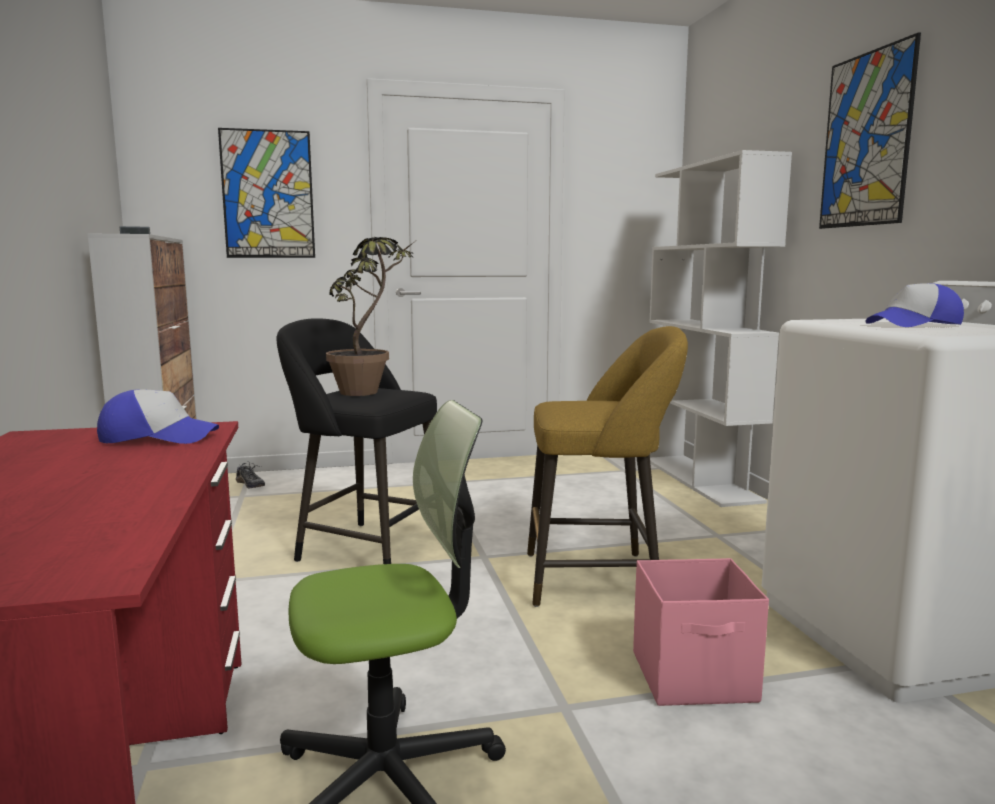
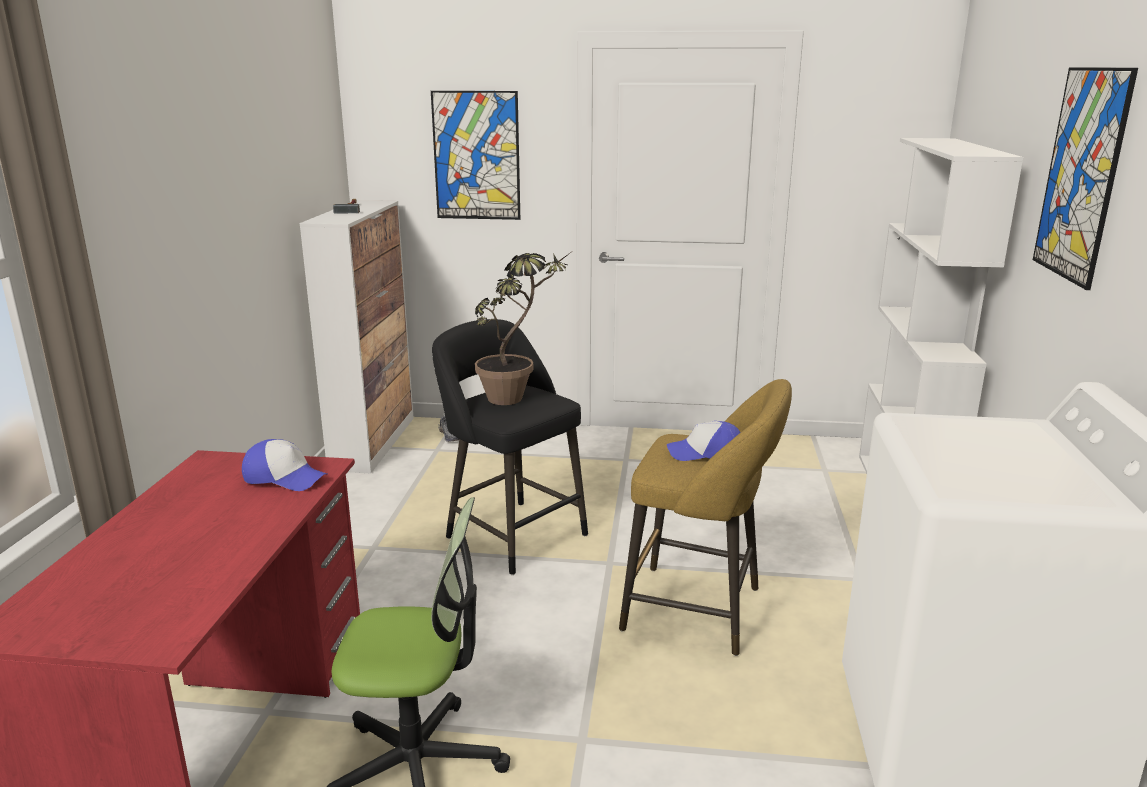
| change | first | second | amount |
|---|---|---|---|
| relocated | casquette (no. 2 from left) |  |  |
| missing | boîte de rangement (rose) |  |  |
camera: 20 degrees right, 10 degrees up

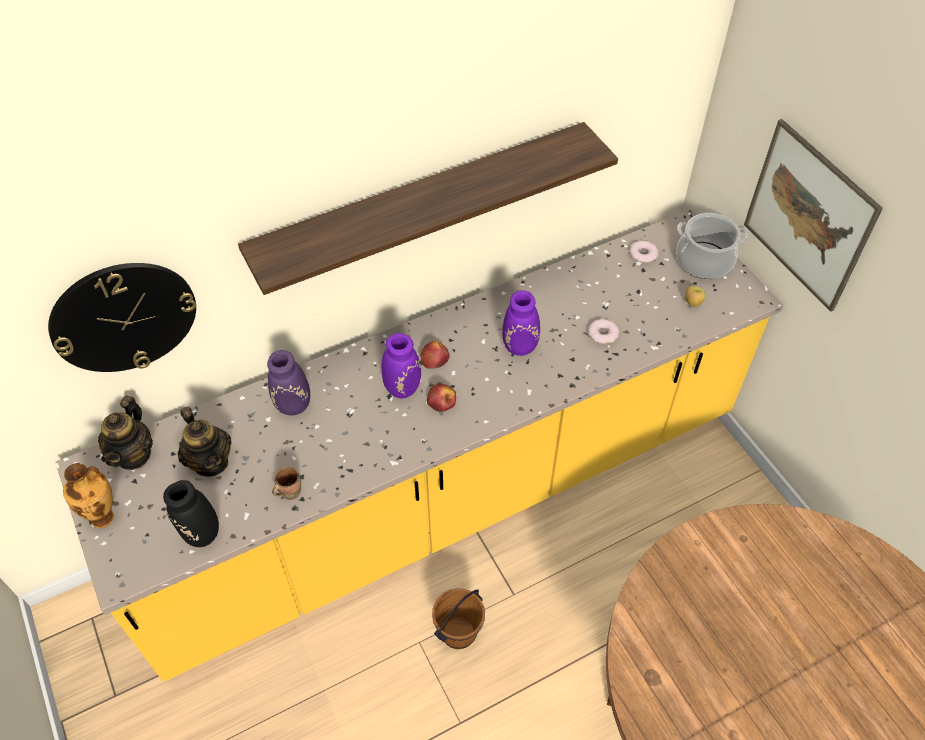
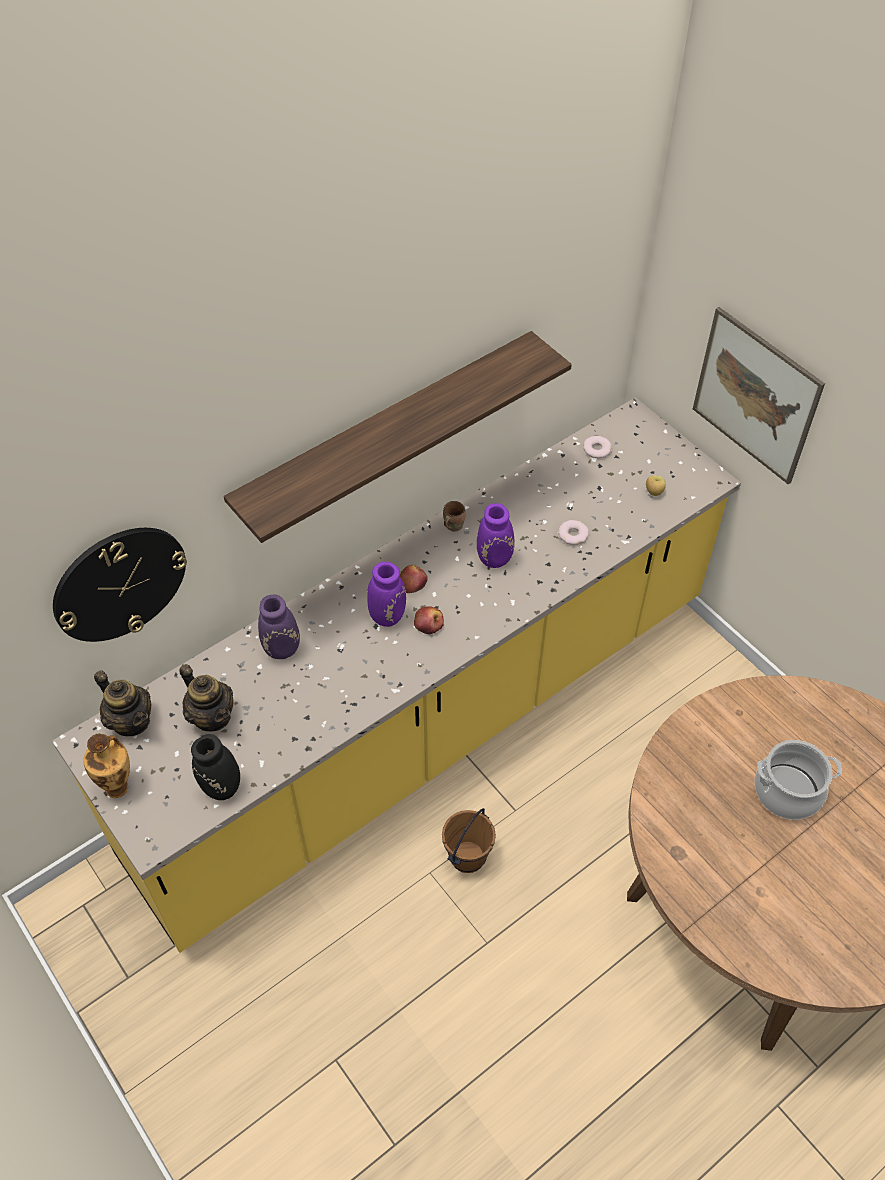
| change | first | second | amount |
|---|---|---|---|
| relocated | marmite |  |  |
| spun | théière (no. 1 from left) |  | 45 degrees counterclockwise |
| relocated | mug (marron) |  |  |
camera: 10 degrees left, 0 degrees up

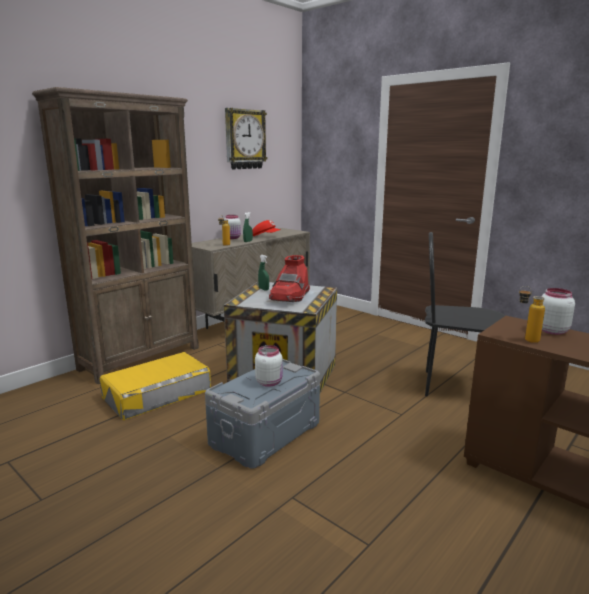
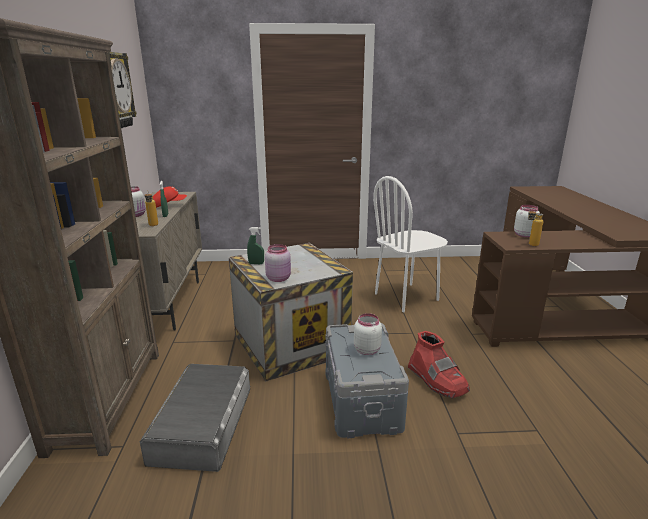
| change | first | second | amount |
|---|---|---|---|
| colour | chaise (noir) | chaise (blanc) |  |
| relocated | botte (rouge) |  |  |
| colour | boîte de rangement (jaune) | boîte de rangement (gris) (no. 1 from left) |  |
| appeared |  | bocal (rose) |  |
camera: 45 degrees left, 5 degrees up

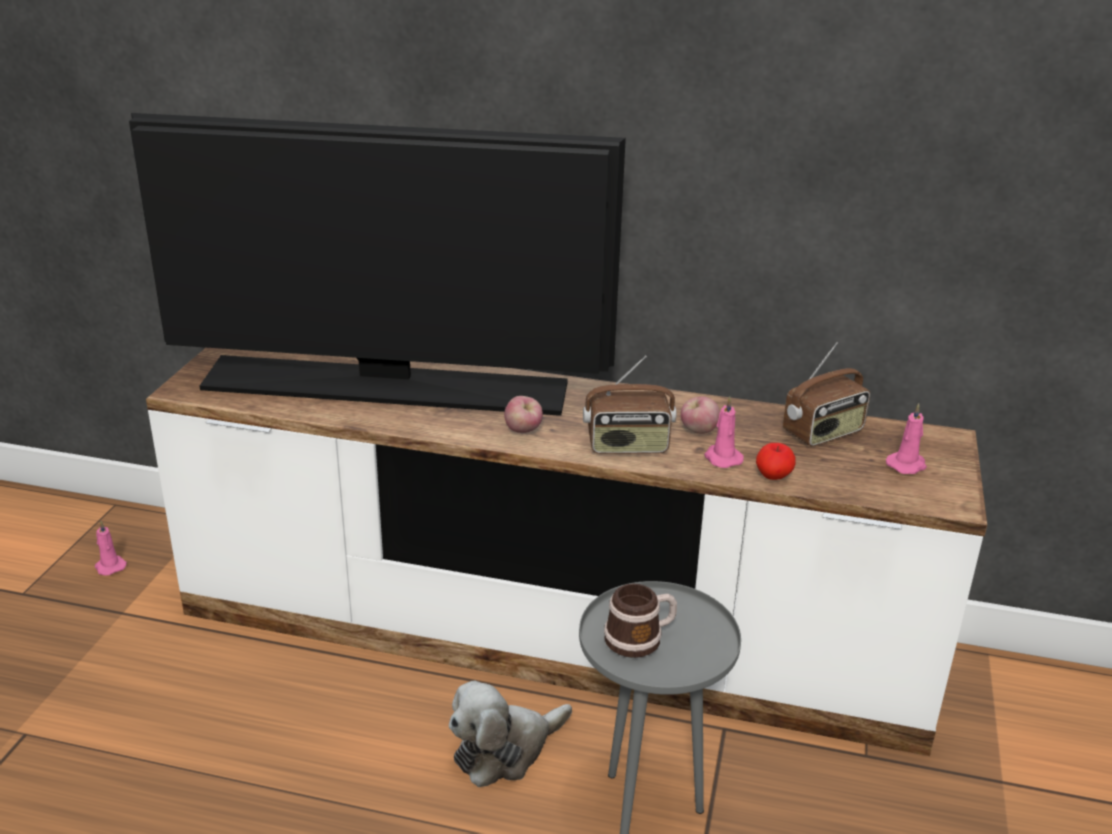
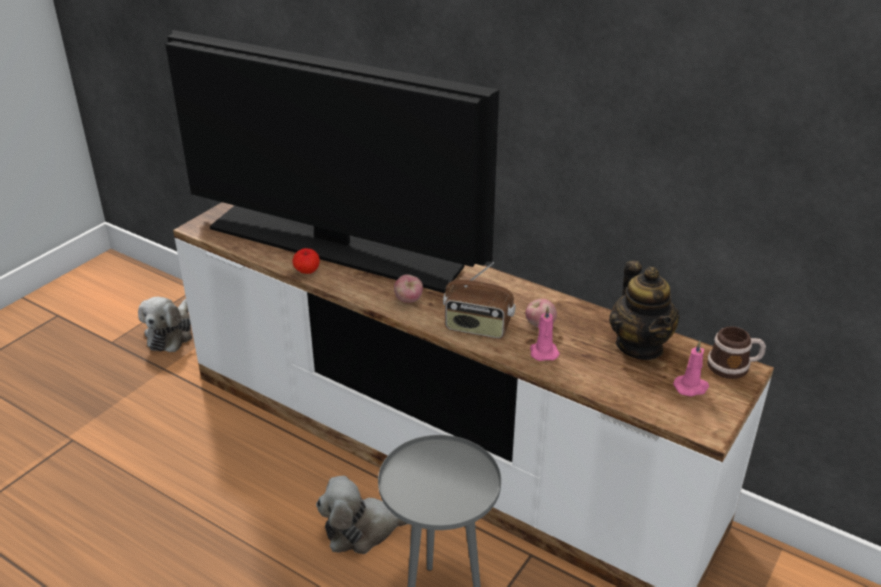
| change | first | second | amount |
|---|---|---|---|
| exchanged | radio (no. 2 from left) | théière |  |
| relocated | pomme (no. 3 from left in the first image) | pomme (no. 1 from left) |  |
| exchanged | bougie (rose) (no. 1 from left) | peluche (no. 1 from left) |  |
| relocated | mug |  |  |
camera: 20 degrees right, 5 degrees up

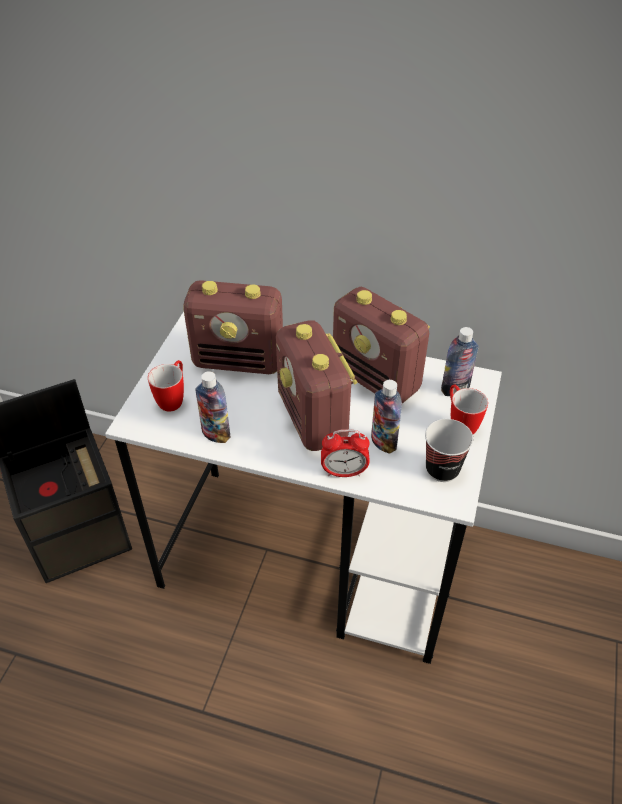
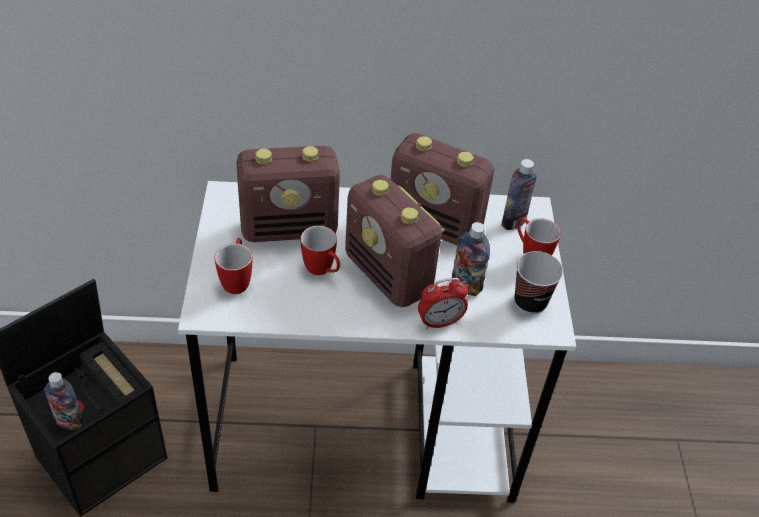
| change | first | second | amount |
|---|---|---|---|
| relocated | bouteille (no. 1 from left) |  |  |
| appeared |  | mug (no. 2 from left) |  |
camera: 20 degrees left, 0 degrees up

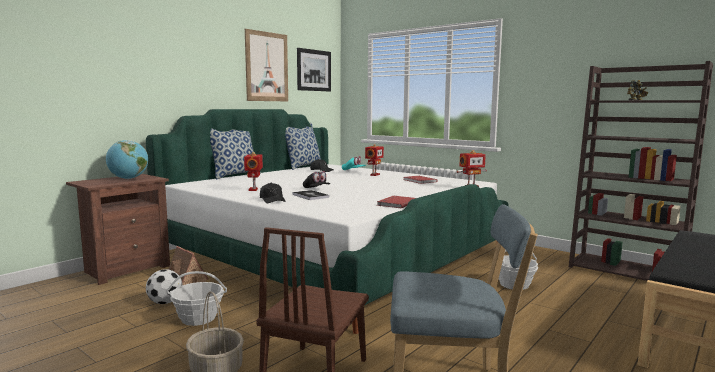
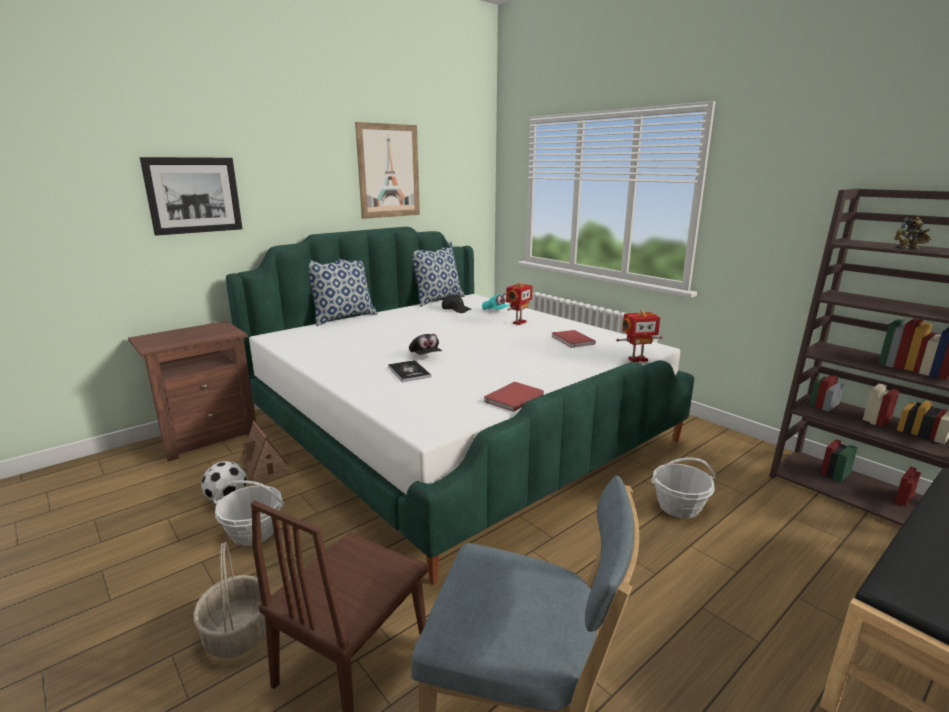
| change | first | second | amount |
|---|---|---|---|
| relocated | tableau (no. 2 from left in the first image) | tableau (no. 1 from left) |  |
| missing | globe |  |  |
| missing | robot jouet (no. 1 from left) |  |  |
| missing | casquette (noir) (no. 1 from left) |  |  |
camera: 10 degrees right, 10 degrees up

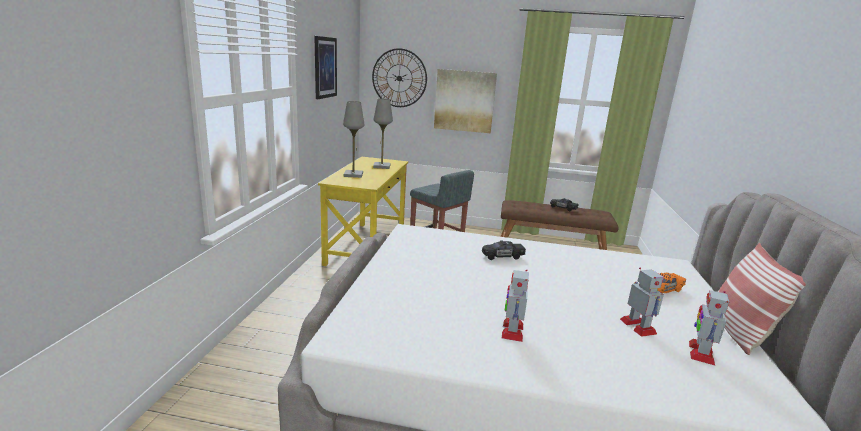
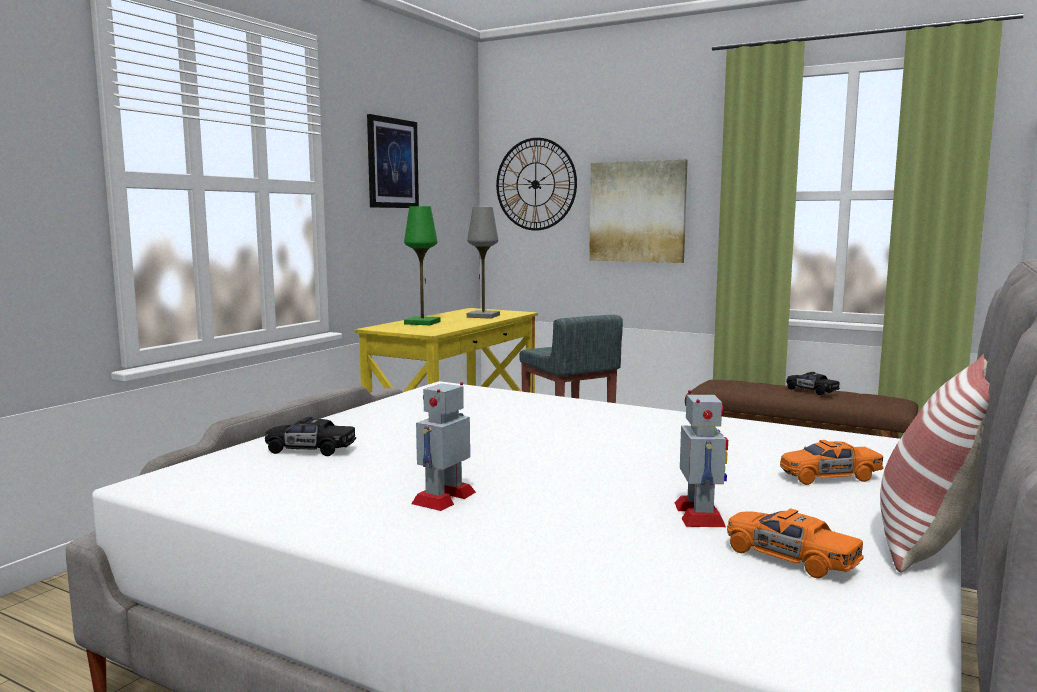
| change | first | second | amount |
|---|---|---|---|
| colour | lampe de table (gris) (no. 1 from left) | lampe de table (vert) |  |
| relocated | petite voiture (noir) (no. 1 from left) |  |  |
| exchanged | robot jouet (no. 3 from left) | petite voiture (orange) (no. 1 from left) |  |
camera: 20 degrees right, 10 degrees down

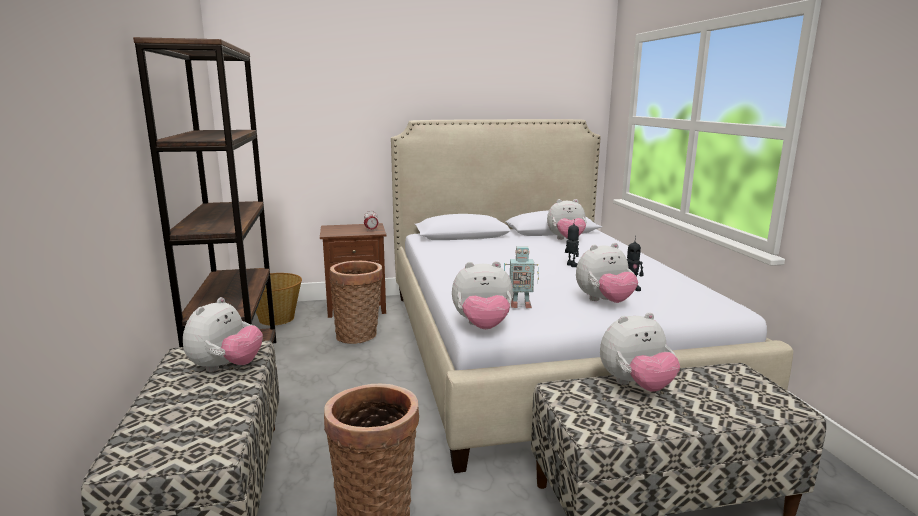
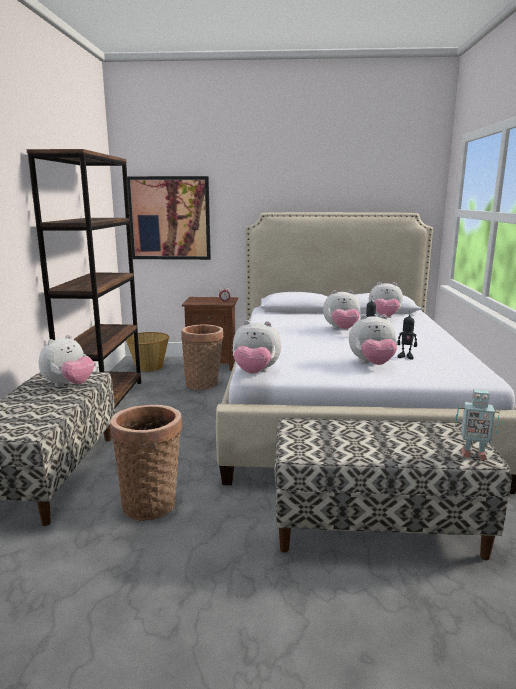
| change | first | second | amount |
|---|---|---|---|
| relocated | robot jouet (no. 1 from left in the first image) | robot jouet (no. 3 from left) |  |
| relocated | peluche (no. 5 from left in the first image) | peluche (no. 3 from left) |  |
| appeared |  | tableau |  |
camera: 15 degrees right, 0 degrees up

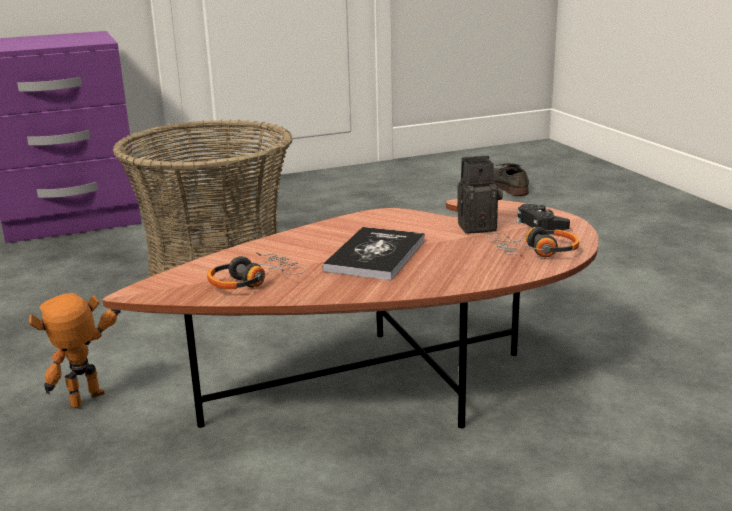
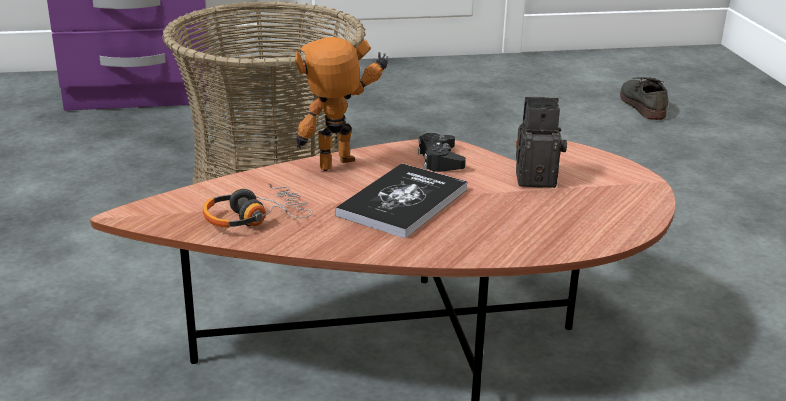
| change | first | second | amount |
|---|---|---|---|
| relocated | manette (noir) |  |  |
| missing | casque audio (no. 2 from left) |  |  |
| relocated | robot jouet |  |  |
camera: 10 degrees right, 5 degrees up

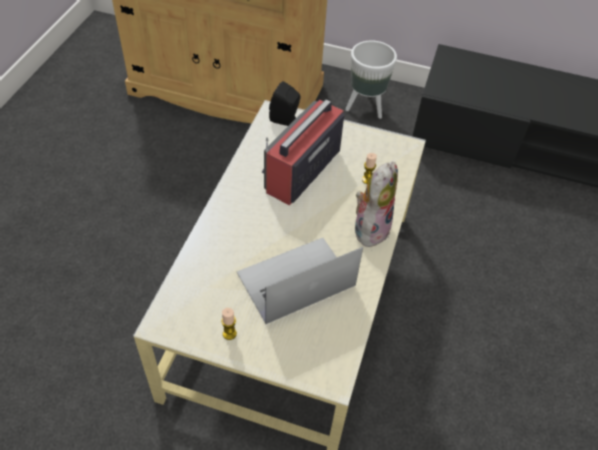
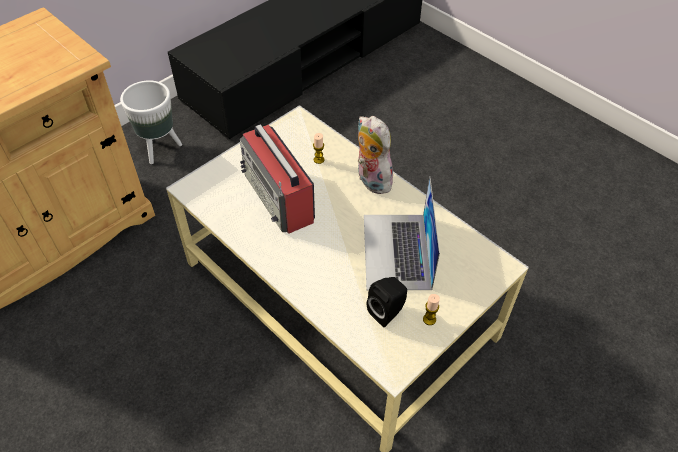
| change | first | second | amount |
|---|---|---|---|
| relocated | enceinte (noir) |  |  |
camera: 60 degrees left, 0 degrees up

